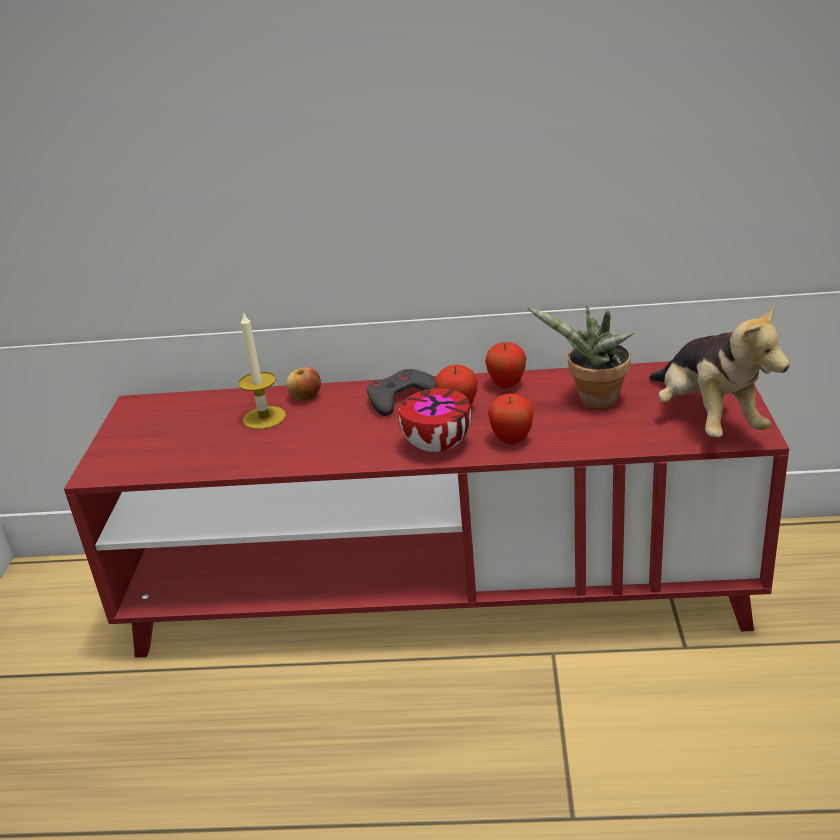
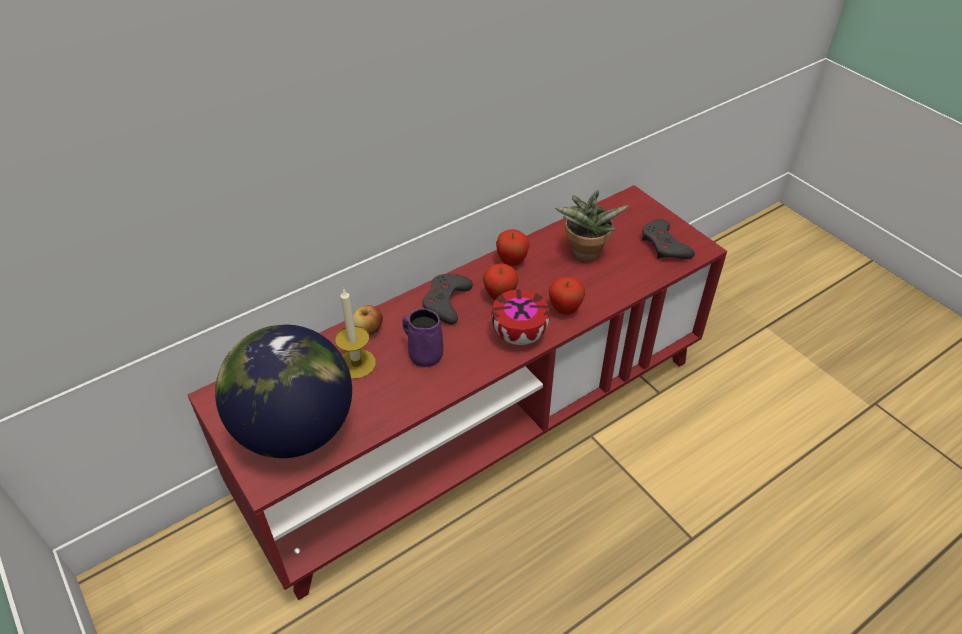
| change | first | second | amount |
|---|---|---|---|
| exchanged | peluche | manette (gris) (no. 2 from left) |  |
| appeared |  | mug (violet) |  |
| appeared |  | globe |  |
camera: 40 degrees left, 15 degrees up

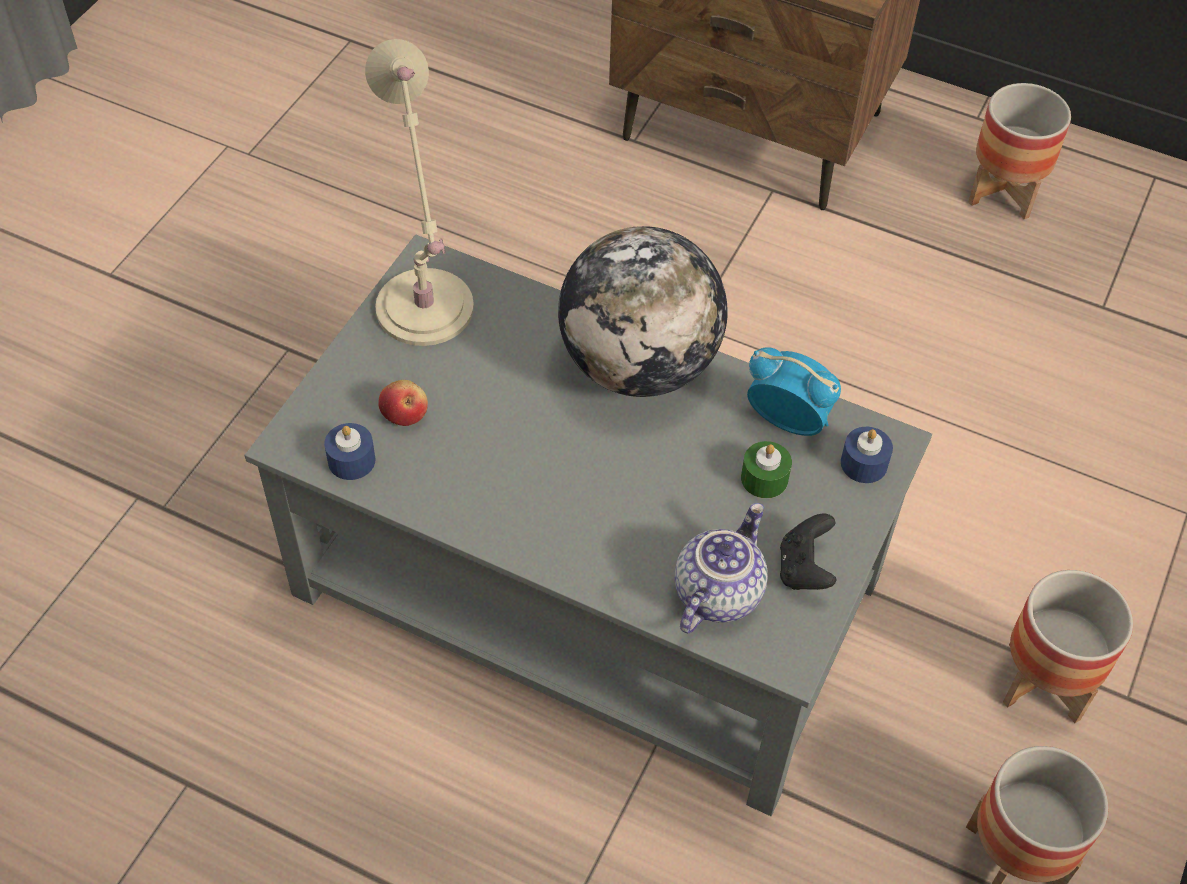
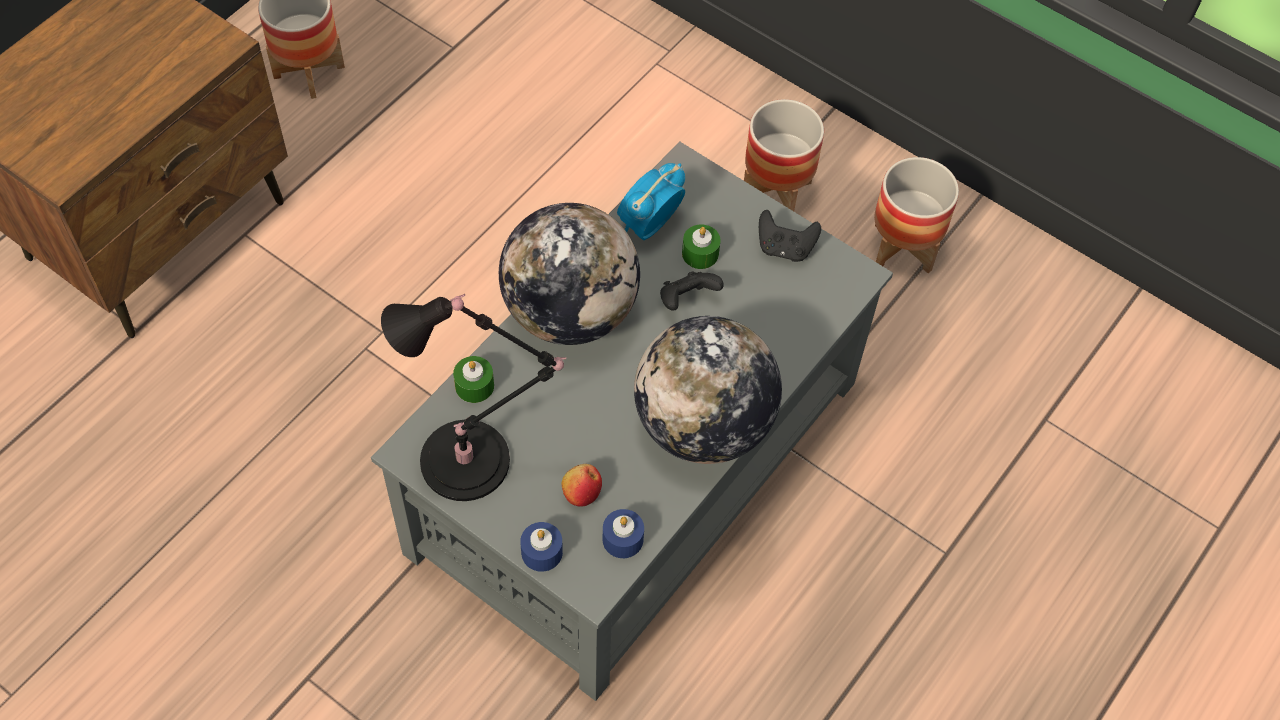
| change | first | second | amount |
|---|---|---|---|
| colour | lampe de table (beige) | lampe de table (noir) |  |
| relocated | bougie (bleu) (no. 2 from left in the first image) | bougie (bleu) (no. 1 from left) |  |
| missing | théière |  |  |
| appeared |  | manette (noir) (no. 1 from left) |  |
| appeared |  | globe (no. 2 from left) |  |
| appeared |  | bougie (vert) (no. 1 from left) |  |
camera: 80 degrees left, 5 degrees up

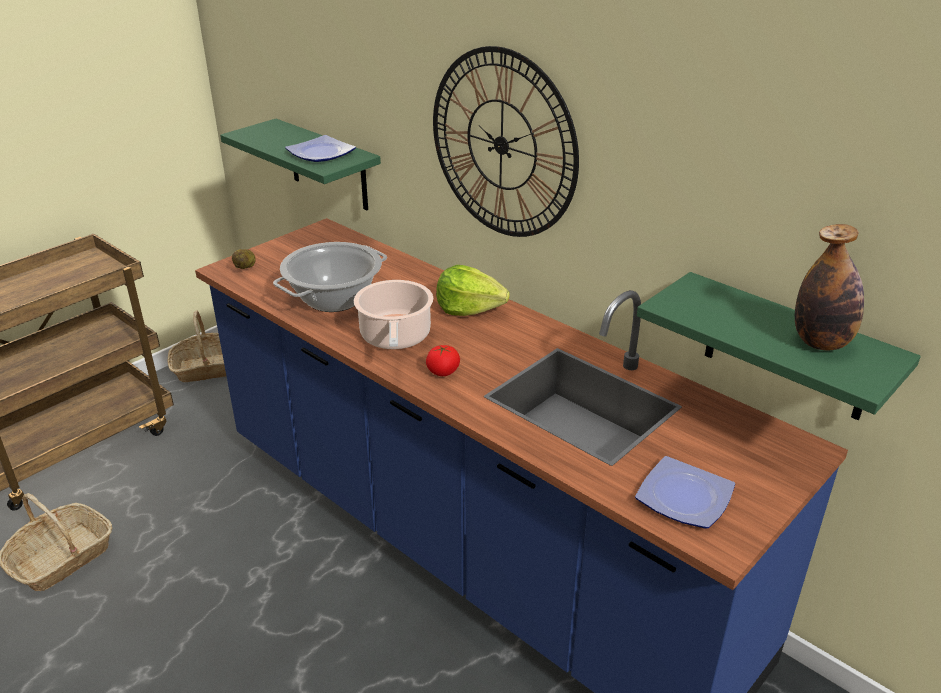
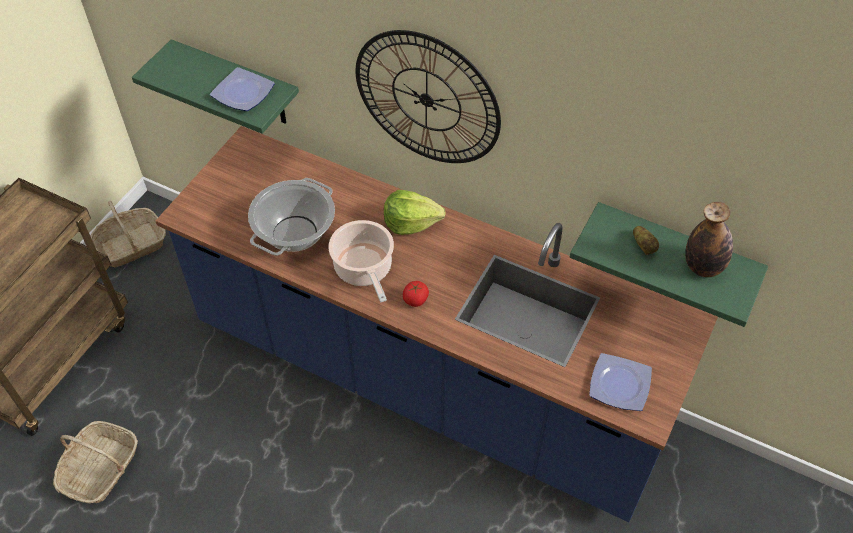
| change | first | second | amount |
|---|---|---|---|
| relocated | pomme de terre |  |  |
camera: 15 degrees left, 20 degrees up

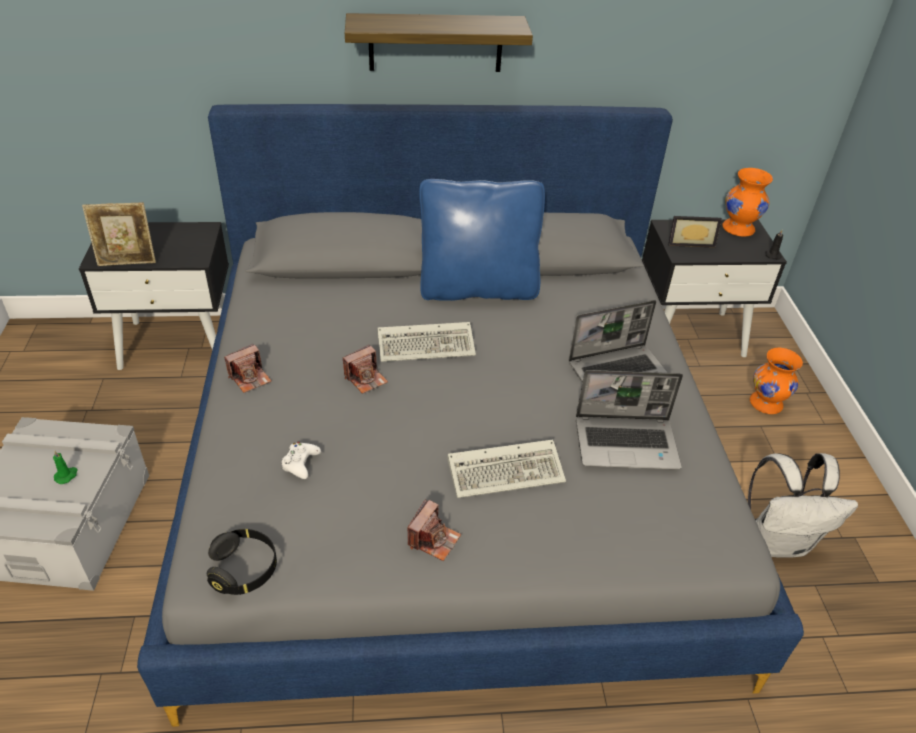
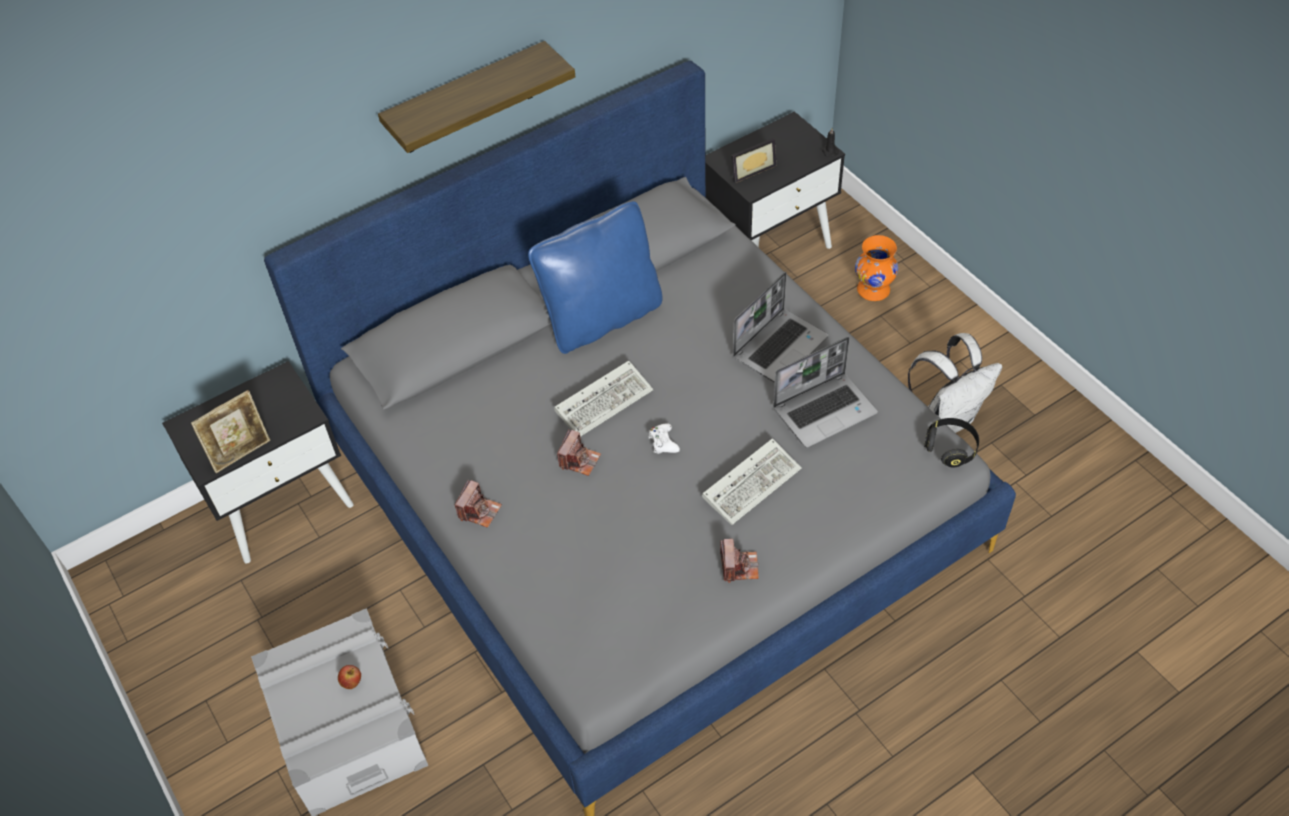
| change | first | second | amount |
|---|---|---|---|
| missing | vase (orange) (no. 1 from left) |  |  |
| relocated | manette (blanc) |  |  |
| exchanged | bougie (vert) | pomme |  |
| relocated | casque audio (noir) |  |  |
camera: 25 degrees left, 10 degrees up

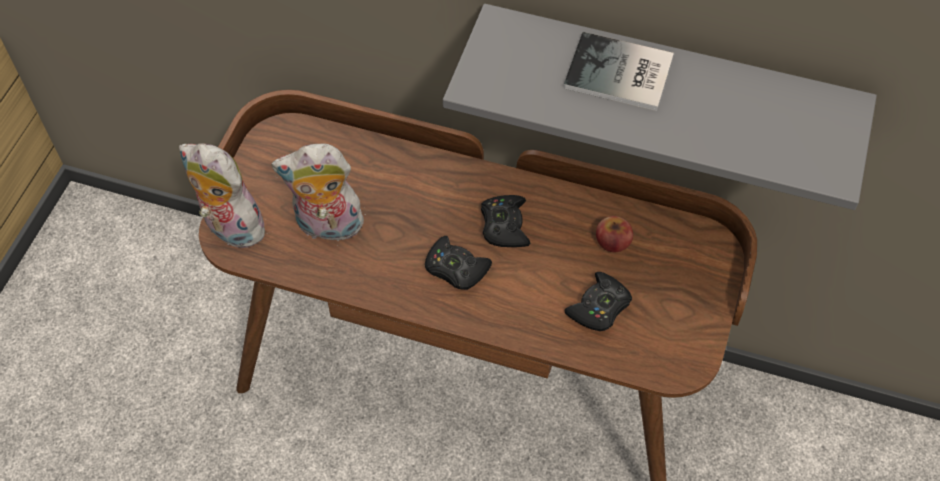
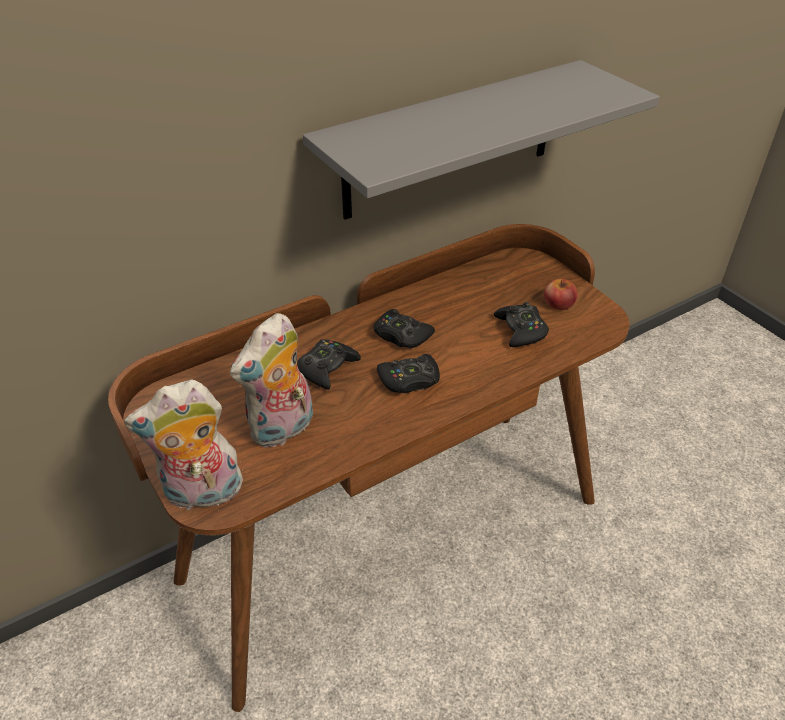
| change | first | second | amount |
|---|---|---|---|
| missing | livre |  |  |
| relocated | pomme |  |  |
| appeared |  | manette (noir) (no. 1 from left) |  |
camera: 50 degrees left, 15 degrees down

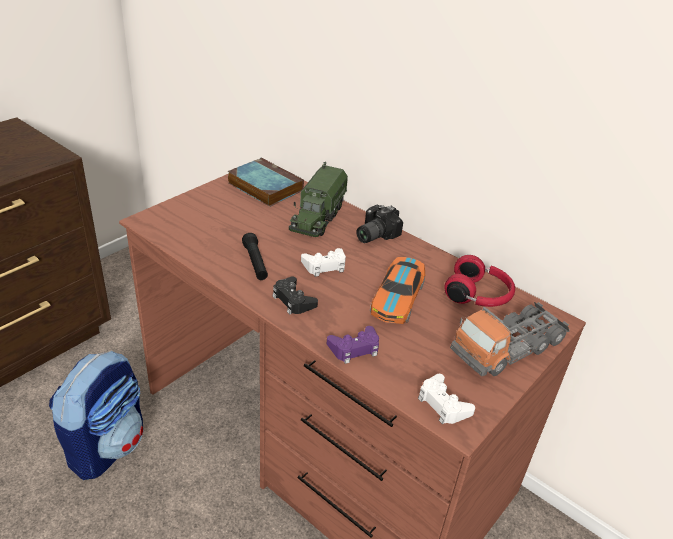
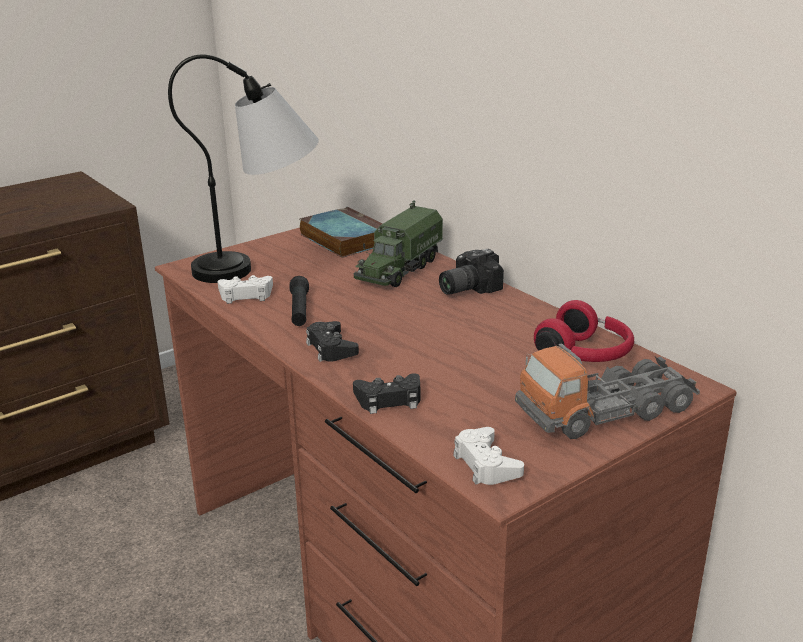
| change | first | second | amount |
|---|---|---|---|
| relocated | manette (blanc) (no. 1 from left) |  |  |
| missing | petite voiture |  |  |
| colour | manette (violet) | manette (noir) (no. 2 from left) |  |
| missing | sac à dos |  |  |
| appeared |  | lampe de table |  |
camera: 15 degrees right, 10 degrees down

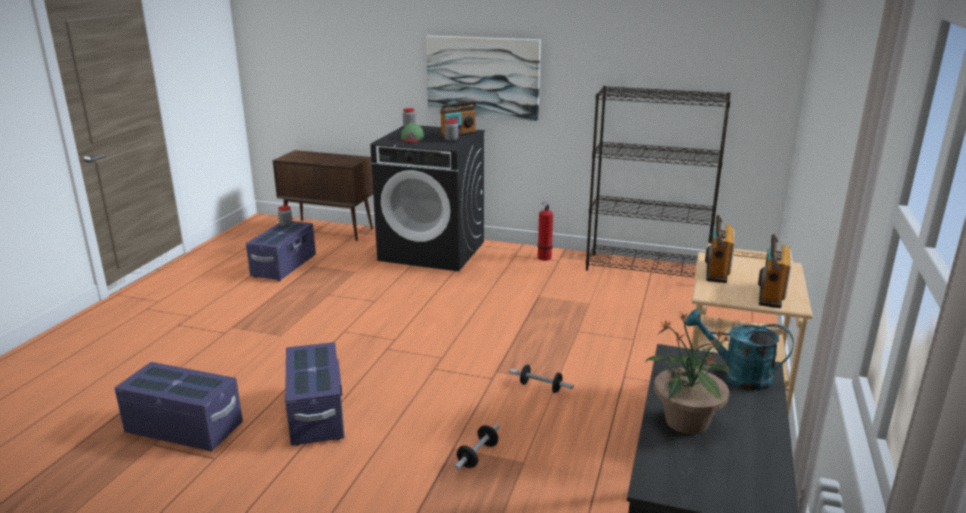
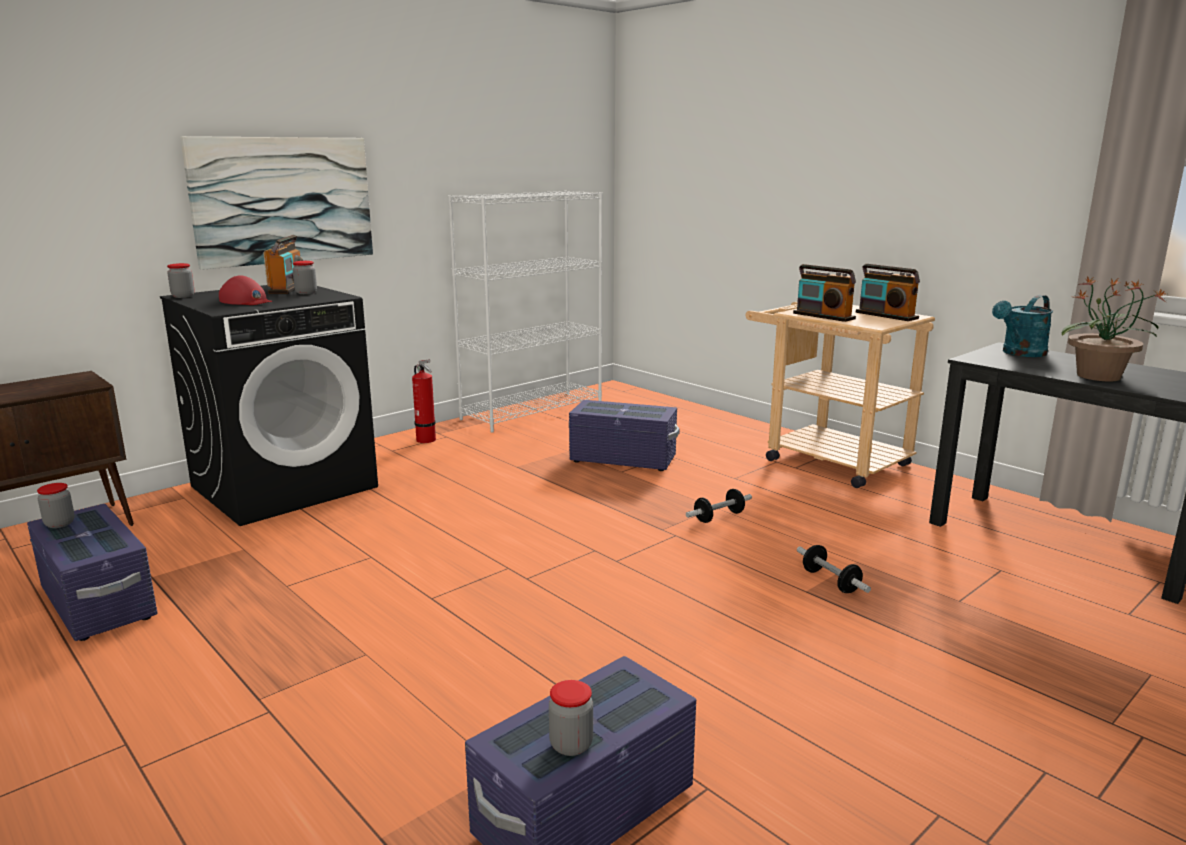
| change | first | second | amount |
|---|---|---|---|
| colour | bibliothèque (noir) | bibliothèque (blanc) |  |
| colour | casquette (vert) | casquette (rouge) |  |
| relocated | boîte de rangement (violet) (no. 3 from left) |  |  |
| appeared |  | bocal (no. 4 from left) |  |
camera: 60 degrees left, 5 degrees down

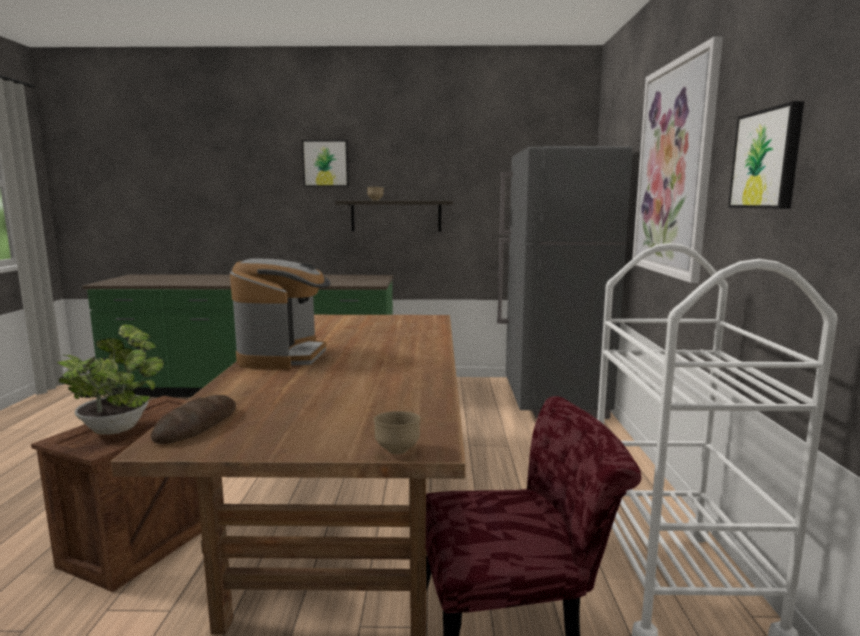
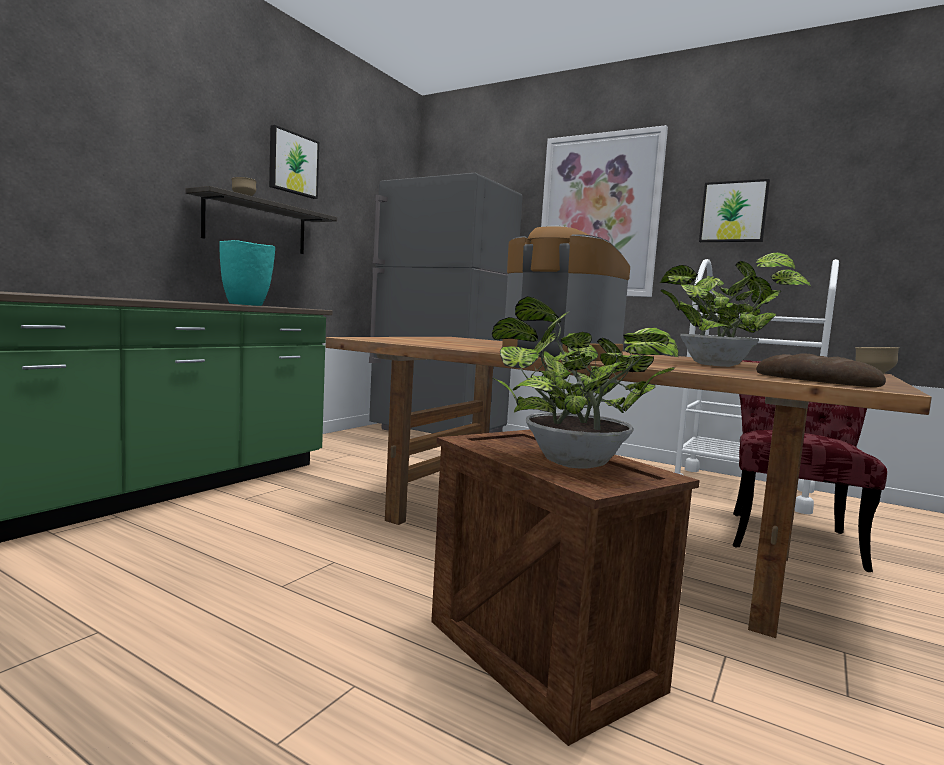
| change | first | second | amount |
|---|---|---|---|
| relocated | tableau (no. 1 from left) |  |  |
| appeared |  | vase (turquoise) |  |
| appeared |  | plante en pot (no. 2 from left) |  |
camera: 60 degrees left, 5 degrees down

